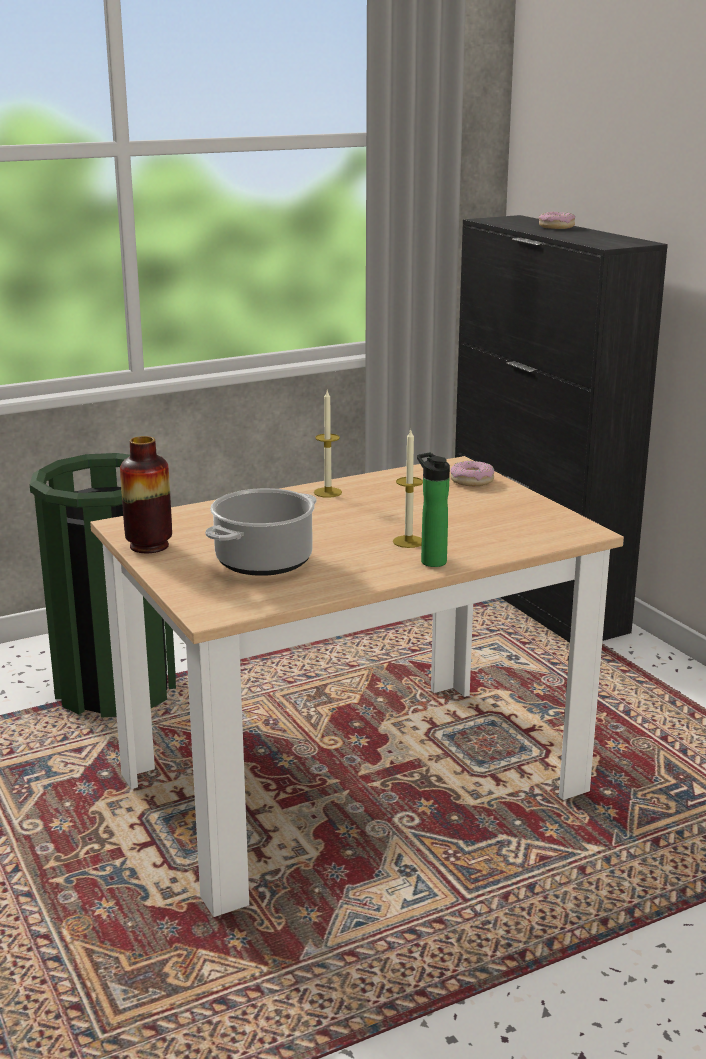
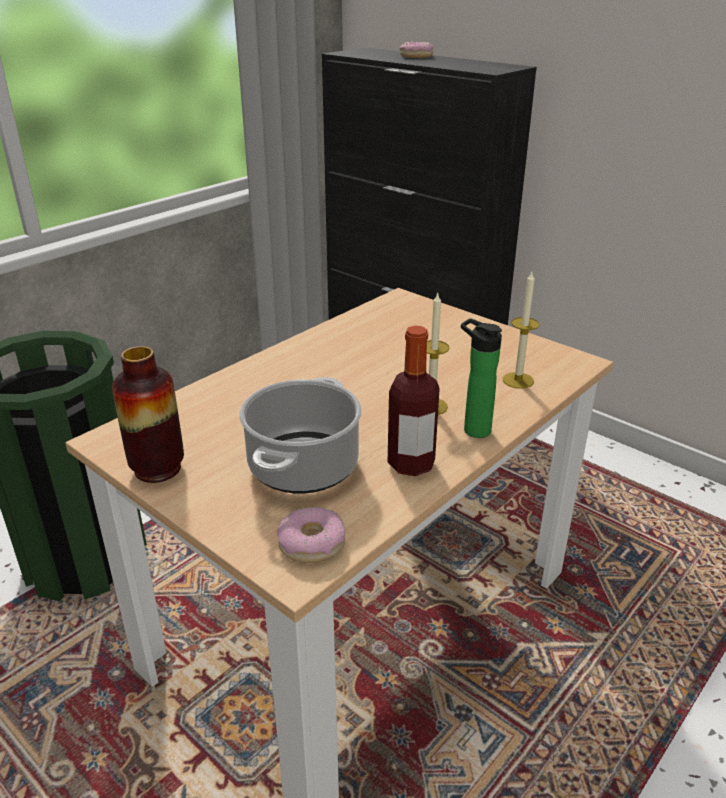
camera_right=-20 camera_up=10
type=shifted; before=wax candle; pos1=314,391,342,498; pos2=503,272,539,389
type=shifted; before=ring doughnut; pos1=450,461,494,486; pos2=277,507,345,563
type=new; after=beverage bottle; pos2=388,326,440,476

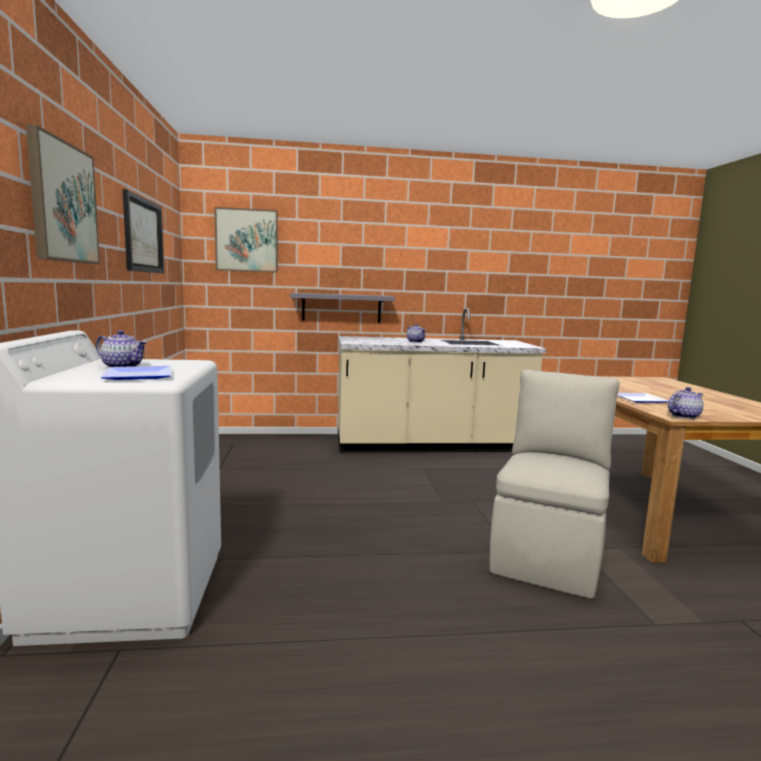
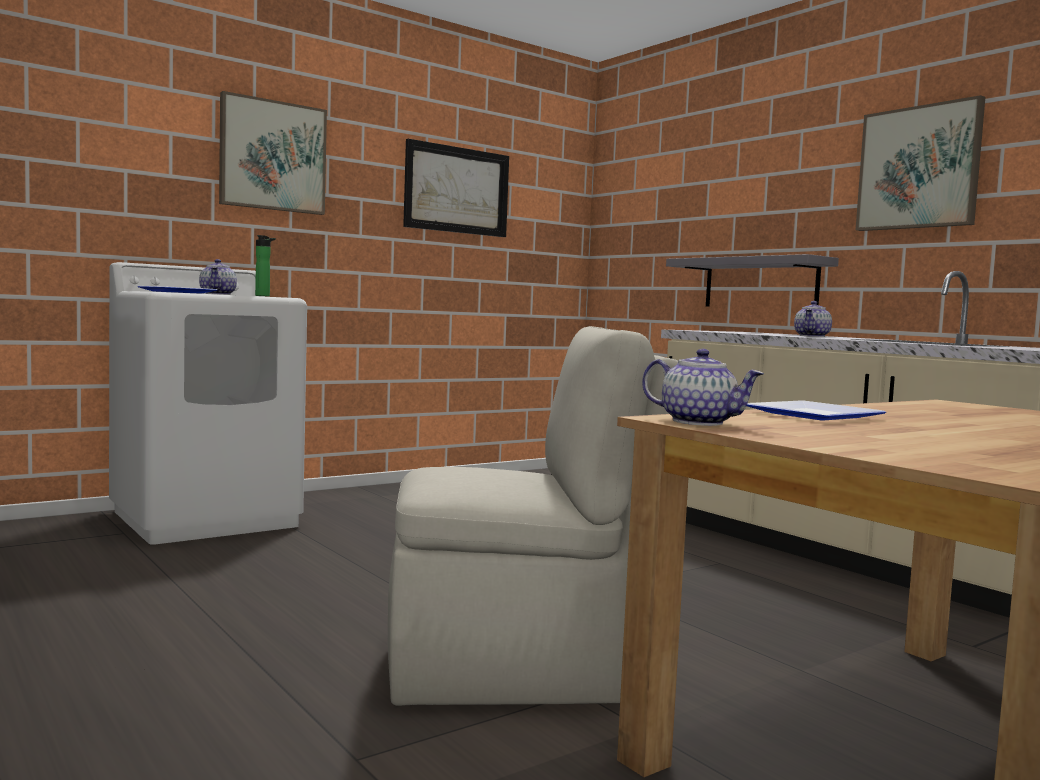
camera_right=60 camera_up=-5
type=shifted; before=wall art; pos1=214,207,278,273; pos2=856,95,985,231
type=new; after=beverage bottle; pos2=255,235,276,296

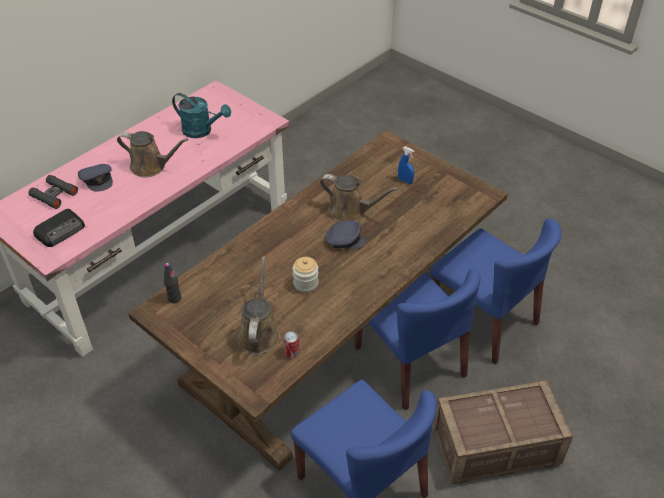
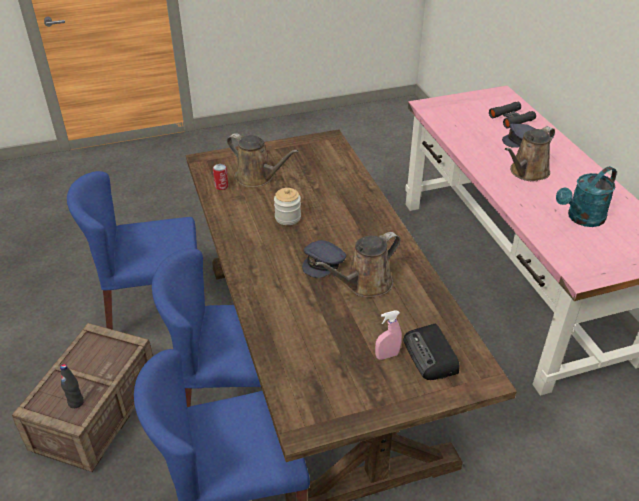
camera_right=120 camera_up=-5
type=repainted; before=blue-coloured hand sprayer; after=pink-coloured hand sprayer; pos1=398,147,414,184; pos2=375,310,402,360
type=shifted; before=radio receiver; pos1=33,209,85,247; pos2=403,324,459,380
type=shifted; before=black-coloured beverage bottle; pos1=164,263,181,303; pos2=60,364,84,408

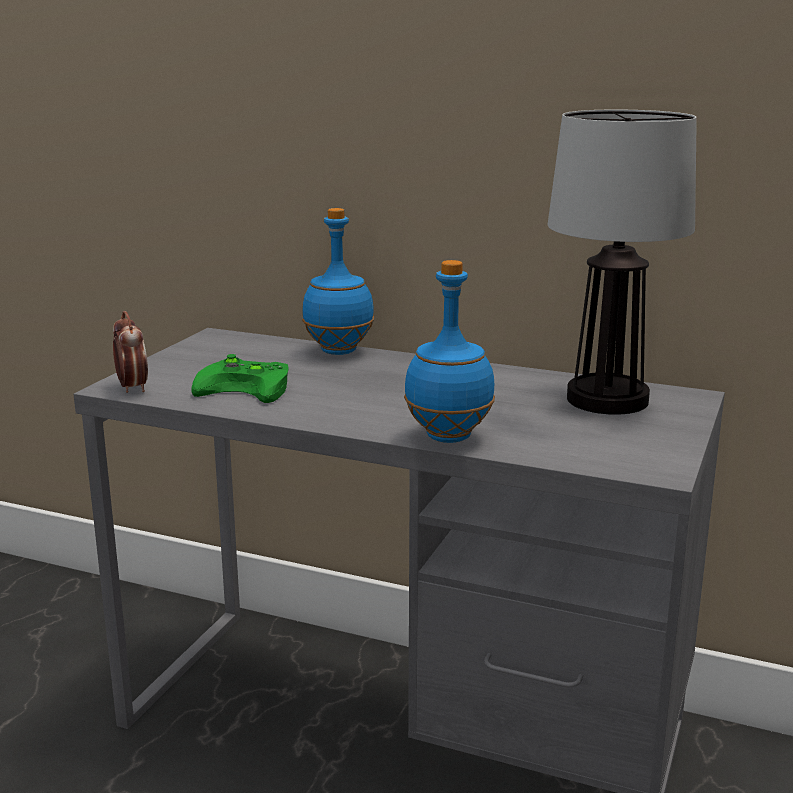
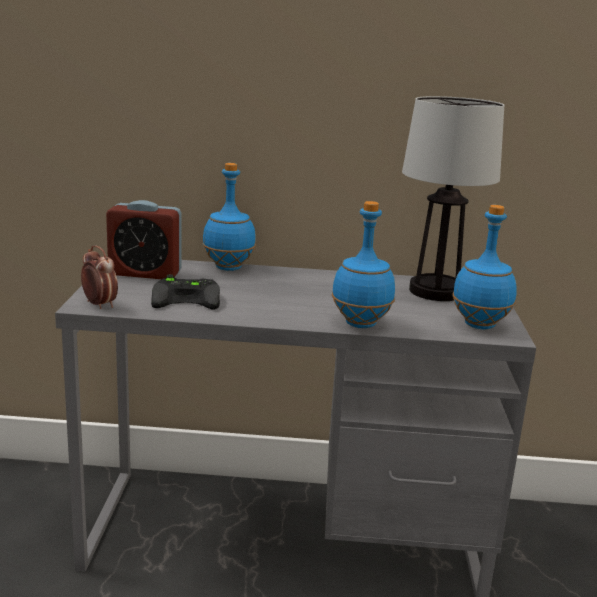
camera_right=-20 camera_up=0
type=repainted; before=green gamepad; after=black-coloured gamepad; pos1=191,354,288,403; pos2=151,274,220,310
type=new; after=table clock; pos2=106,200,181,279
type=new; after=blue-coloured beverage bottle; pos2=453,205,517,329

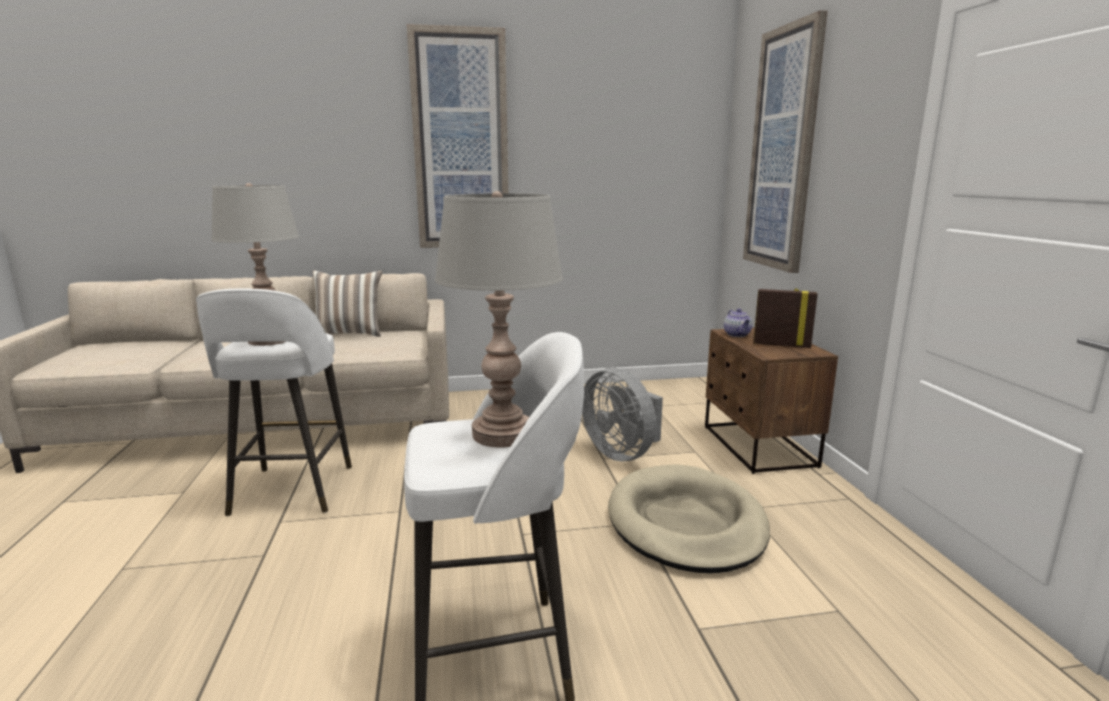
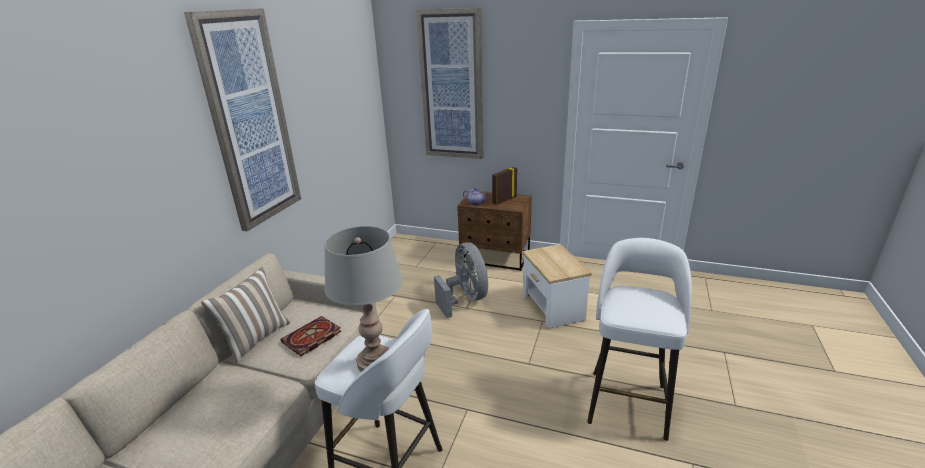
camera_right=-60 camera_up=10
type=gone; before=gray table lamp; pos1=435,191,563,448
type=rotated; before=gray fan; pos1=582,368,663,461; pos2=434,242,488,318; turn=-105
type=swapped; before=beige-coloured dog bed; after=end table; pos1=608,464,770,573; pos2=523,244,592,328
type=new; after=book; pos2=281,316,342,356

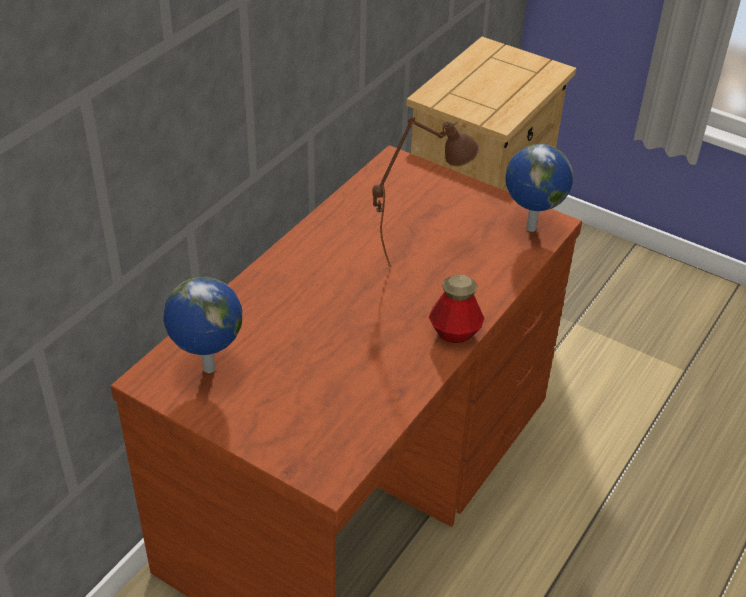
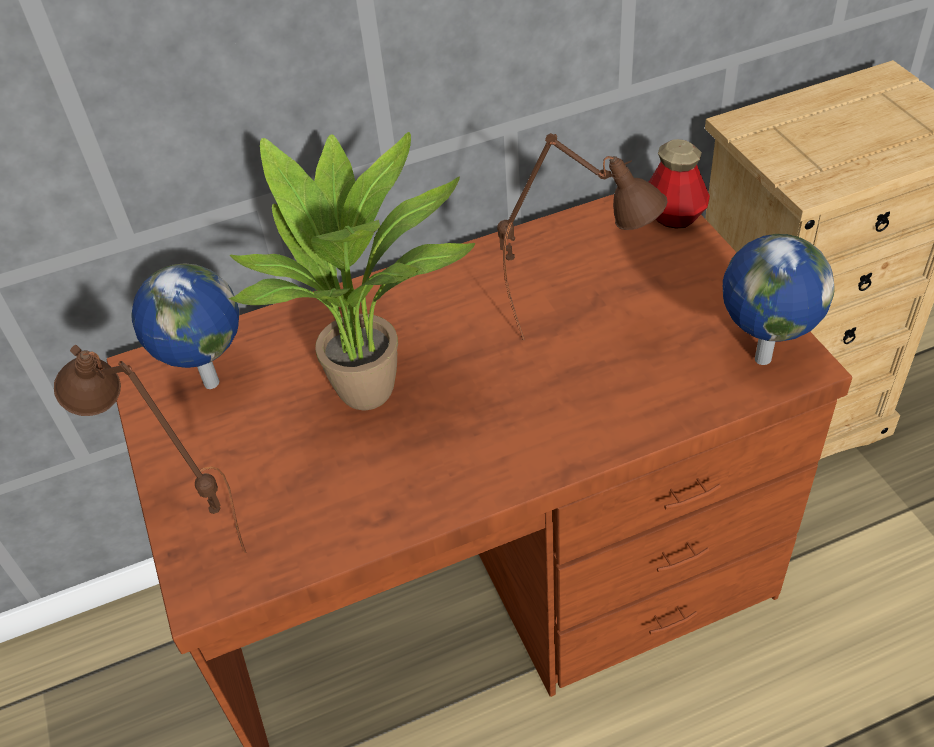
camera_right=40 camera_up=5
type=shifted; before=beverage bottle; pos1=429,274,485,343; pos2=649,139,710,228
type=new; after=potted plant; pos2=229,132,475,410
type=new; after=brown table lamp; pos2=54,345,246,553

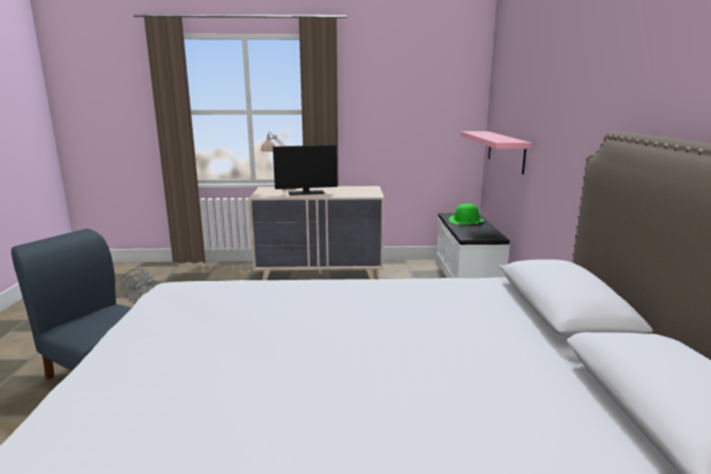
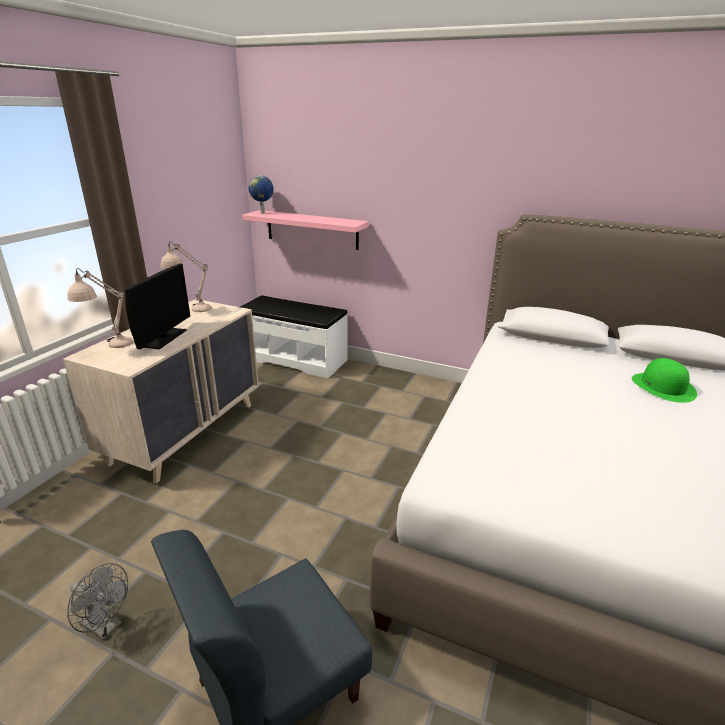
camera_right=-65 camera_up=10
type=shifted; before=green clothing hat; pos1=449,203,485,225; pos2=632,358,697,403
type=new; after=world globe; pos2=248,175,274,214
type=new; after=beige-coloured table lamp; pos2=160,241,212,312

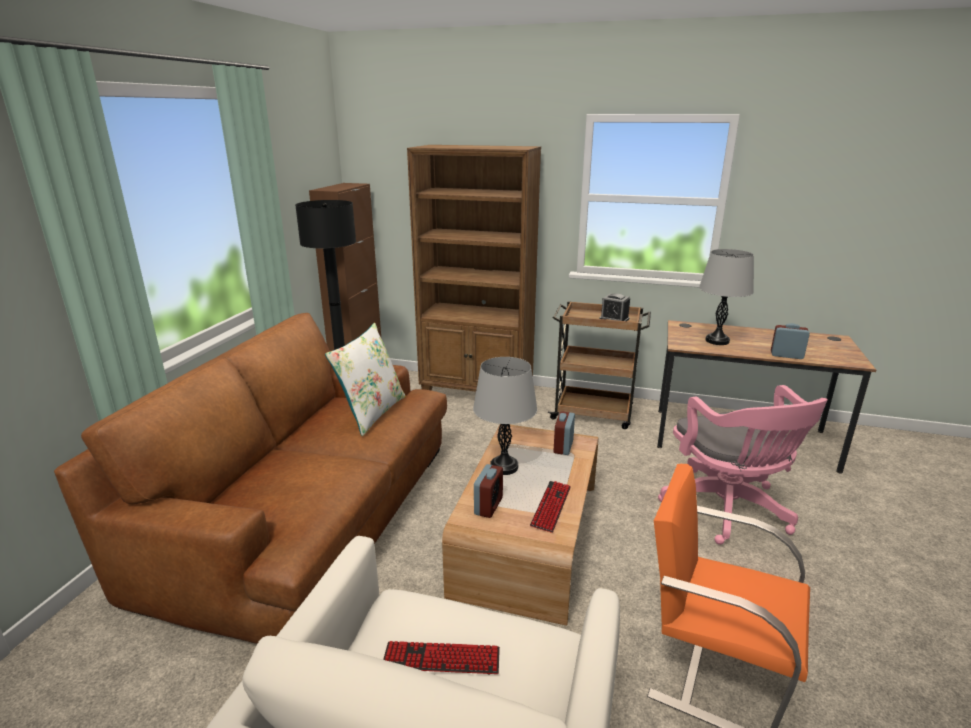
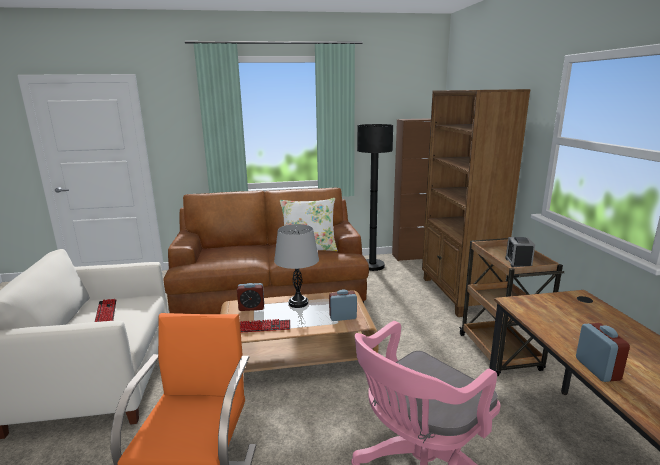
camera_right=65 camera_up=-5
type=gone; before=gray table lamp; pos1=699,249,754,345

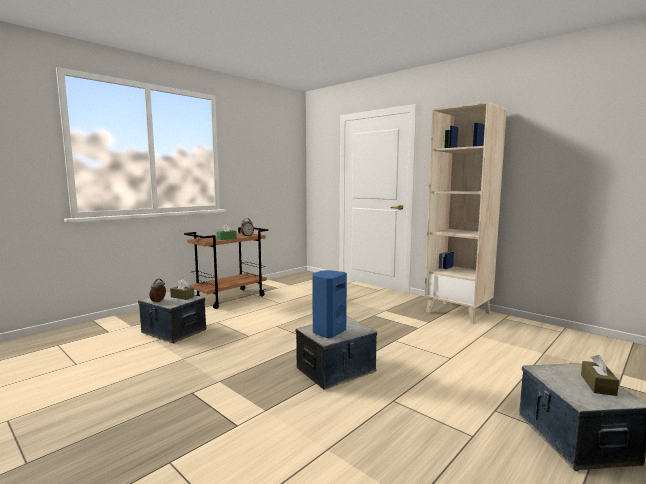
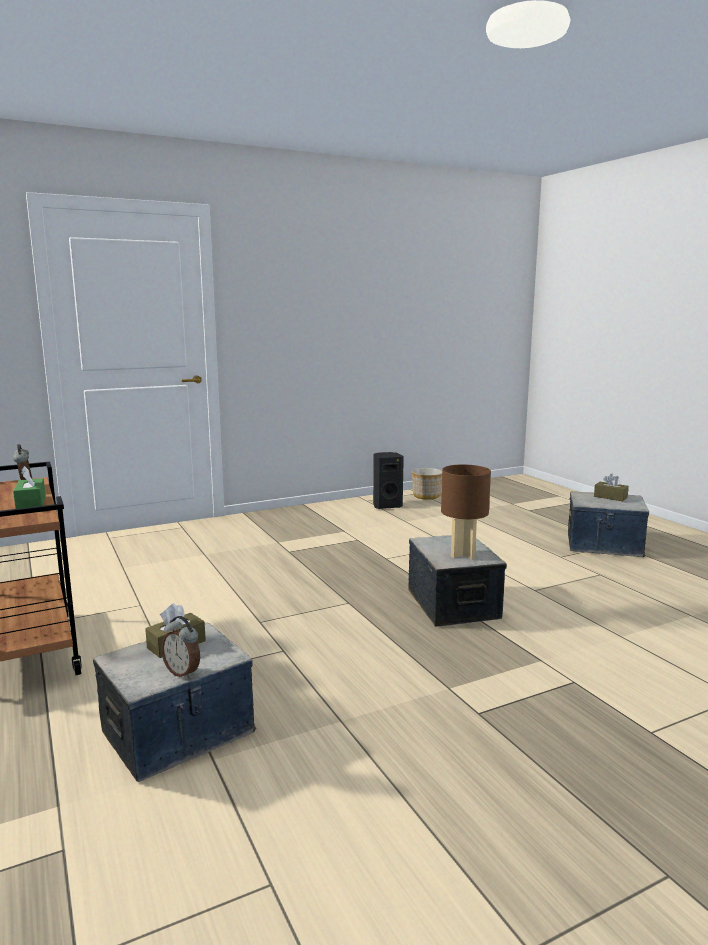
camera_right=-70 camera_up=5
type=gone; before=beige-coloured bookcase; pos1=424,101,507,324
type=swapped; before=blue-coloured audio speaker; after=brown table lamp; pos1=312,270,347,338; pos2=441,464,491,559
type=new; after=black-coloured audio speaker; pos2=373,452,404,509
type=new; after=flower pot; pos2=412,468,442,500

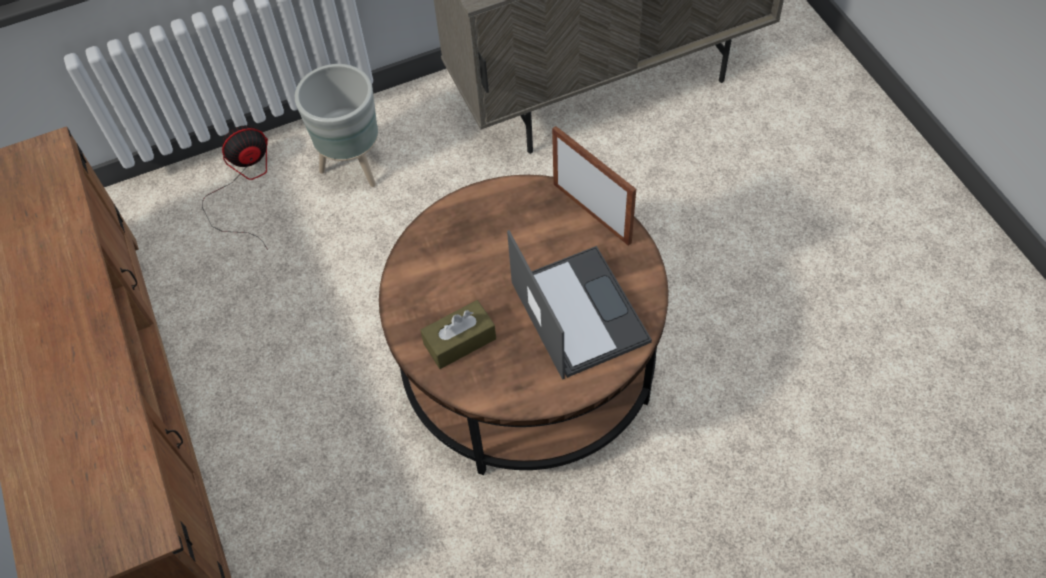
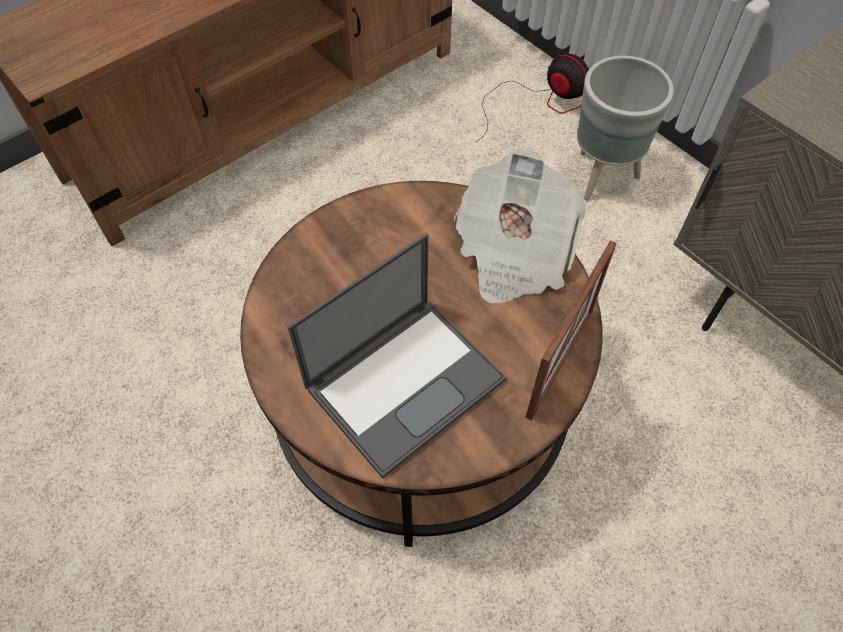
camera_right=70 camera_up=0
type=gone; before=brown tissue box; pos1=420,300,496,369
type=new; after=daily paper; pos2=454,150,586,303

